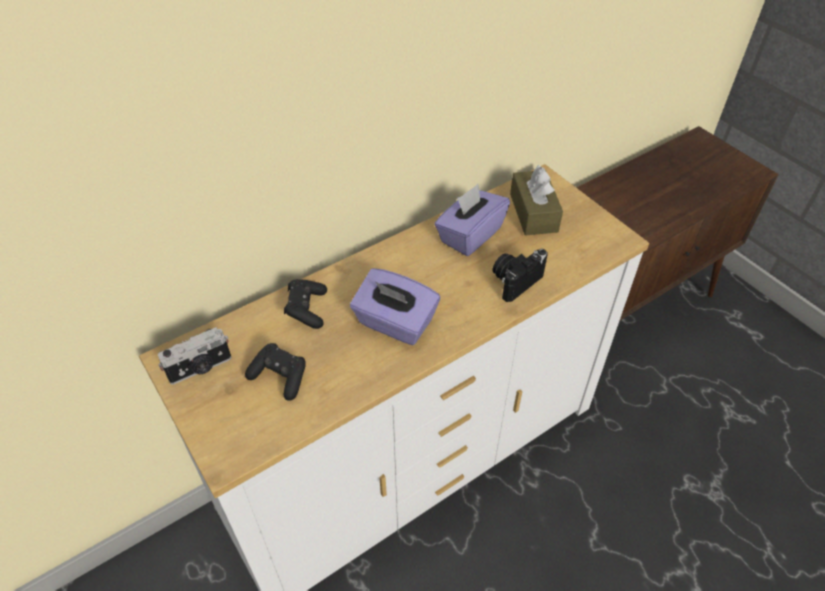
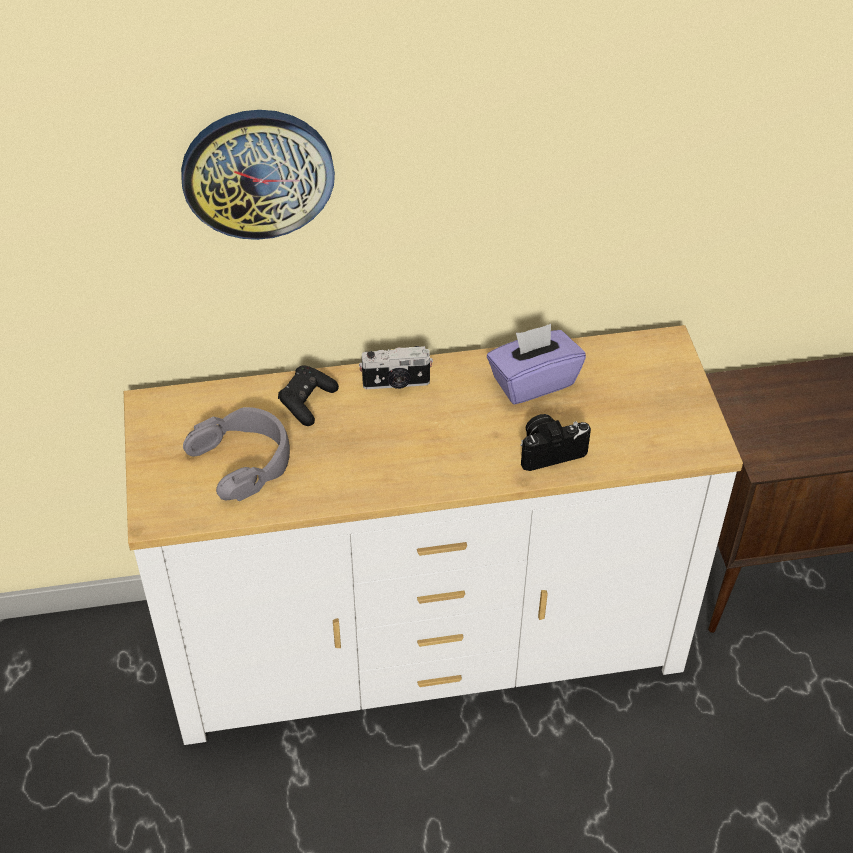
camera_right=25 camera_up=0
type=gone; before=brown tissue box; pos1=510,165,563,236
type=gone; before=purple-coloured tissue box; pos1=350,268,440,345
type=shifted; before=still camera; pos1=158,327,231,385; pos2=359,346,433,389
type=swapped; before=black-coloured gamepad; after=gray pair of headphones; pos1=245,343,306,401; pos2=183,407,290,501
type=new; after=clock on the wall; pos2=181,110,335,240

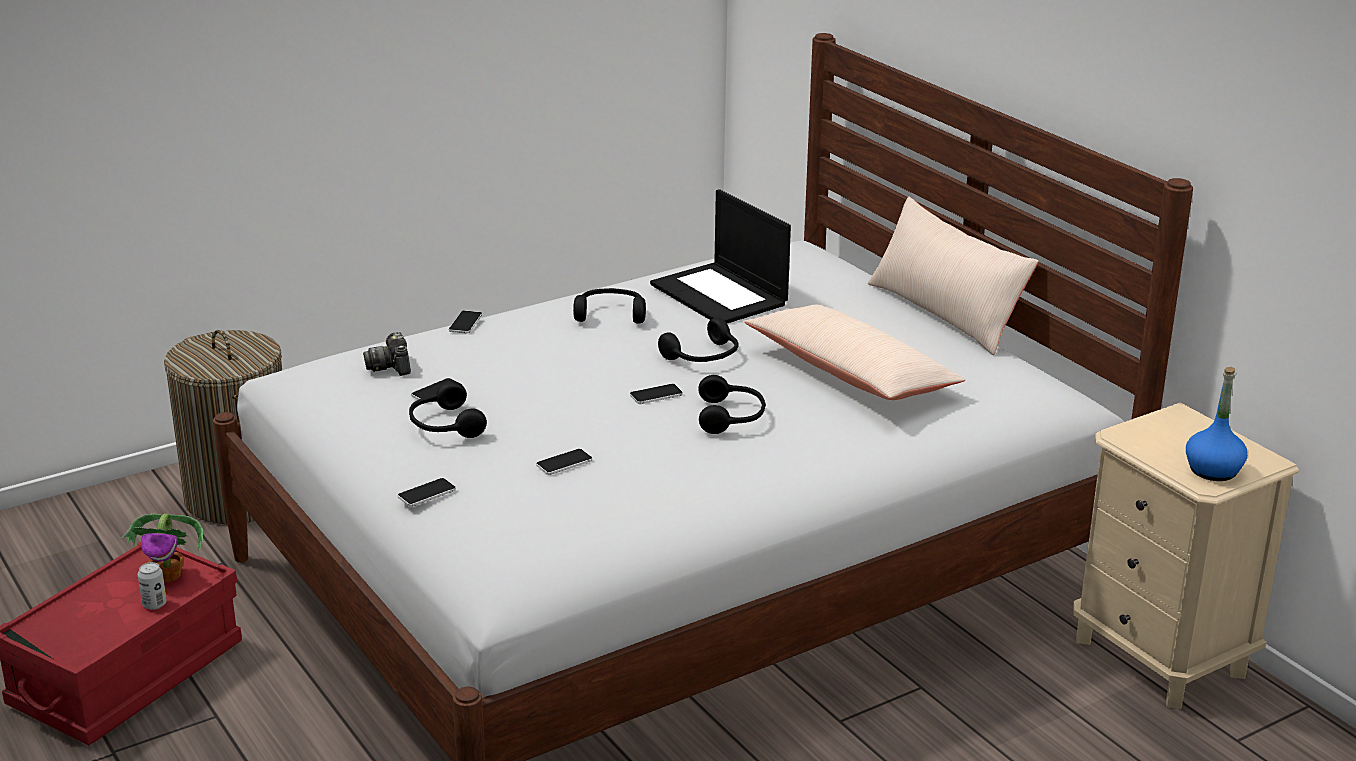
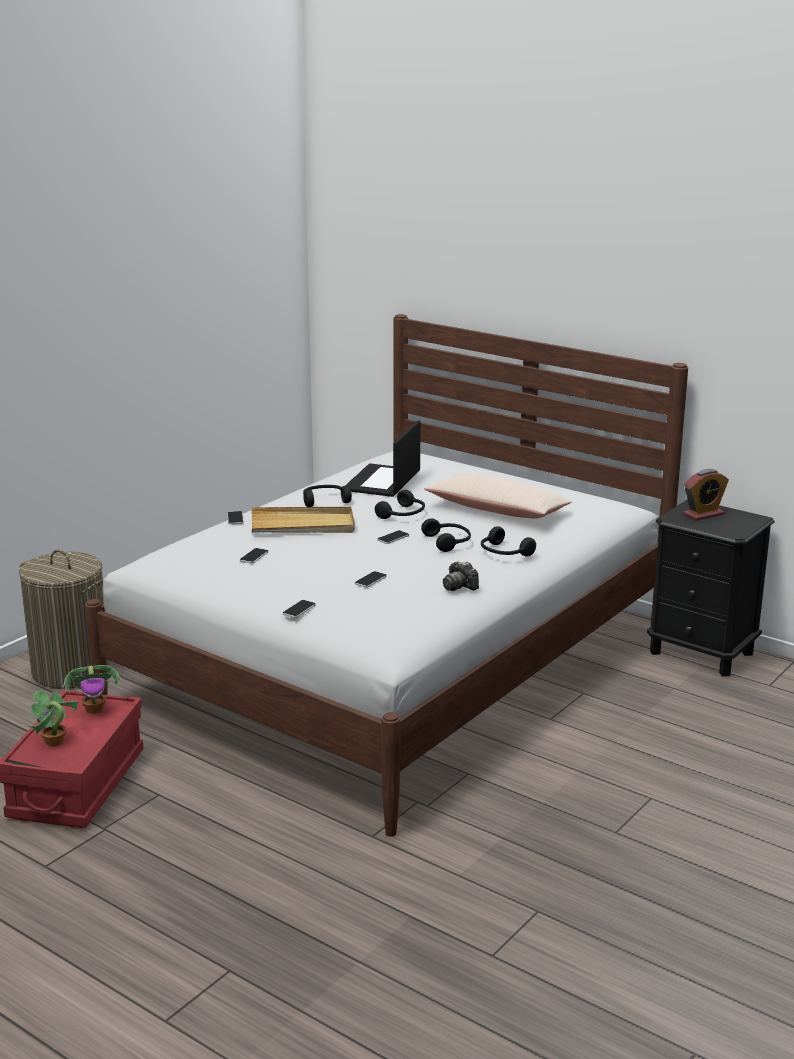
camera_right=-20 camera_up=-5
type=rotated; before=portable computer; pos1=650,189,791,323; pos2=345,420,421,497; turn=75
type=gone; before=beige-coloured throw pillow; pos1=868,196,1039,355
type=shifted; before=still camera; pos1=363,332,411,376; pos2=443,561,479,591
type=gone; before=blue-coloured beverage bottle; pos1=1186,367,1248,481
type=shifted; before=black-coloured pair of headphones; pos1=409,381,487,438; pos2=481,526,536,557
type=repainted; before=beige-coloured nightstand; after=black-coloured nightstand; pos1=1073,403,1299,709; pos2=647,499,775,677
type=gone; before=can; pos1=138,562,167,610
type=new; after=table clock; pos2=683,469,729,521
type=new; after=beige-coloured carrying tray; pos2=251,507,355,533
type=new; after=potted plant; pos2=27,690,78,746

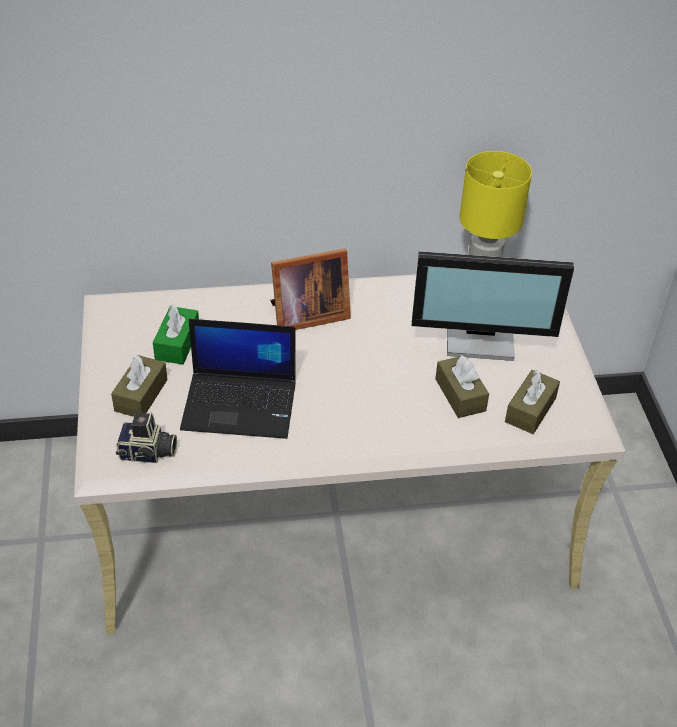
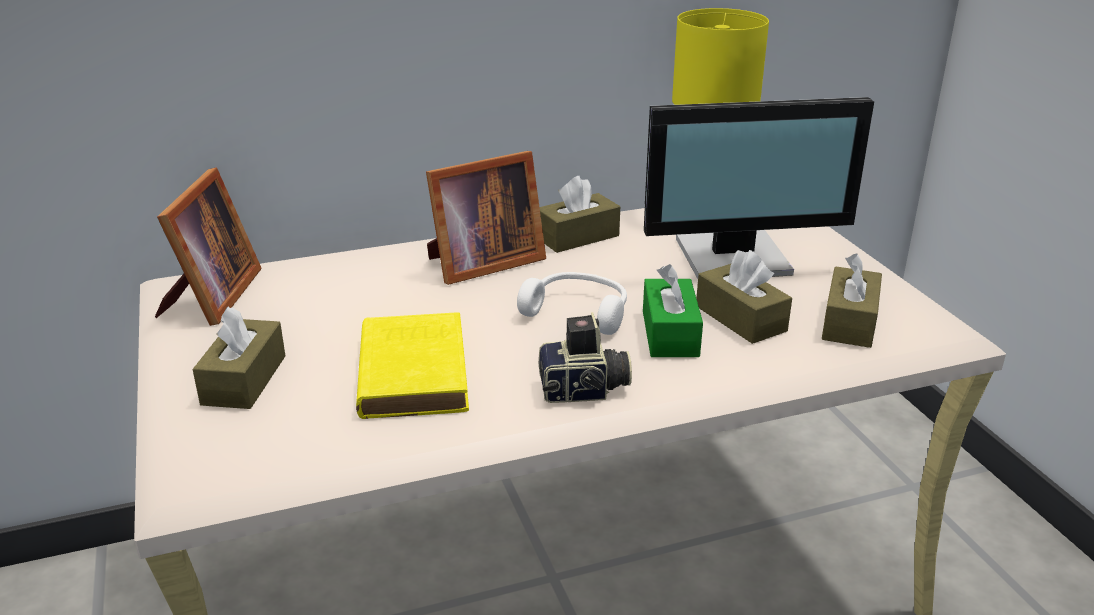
camera_right=-10 camera_up=-15
type=shifted; before=green tissue box; pos1=153,305,199,365; pos2=643,264,703,357
type=swapped; before=portable computer; after=yellow-coloured book; pos1=180,319,296,439; pos2=356,312,469,419
type=shifted; before=still camera; pos1=116,412,177,463; pos2=539,312,632,403
type=new; after=picture frame; pos2=155,167,262,326
type=new; after=brown tissue box; pos2=540,176,620,253
type=new; after=white pair of headphones; pos2=517,272,627,335

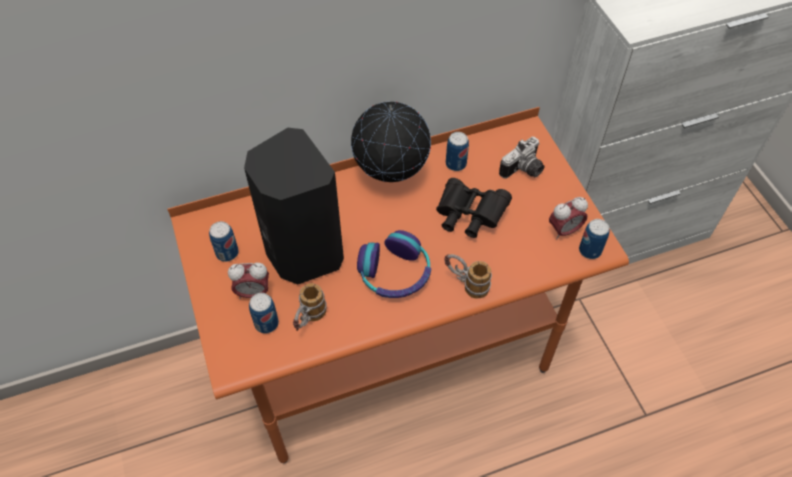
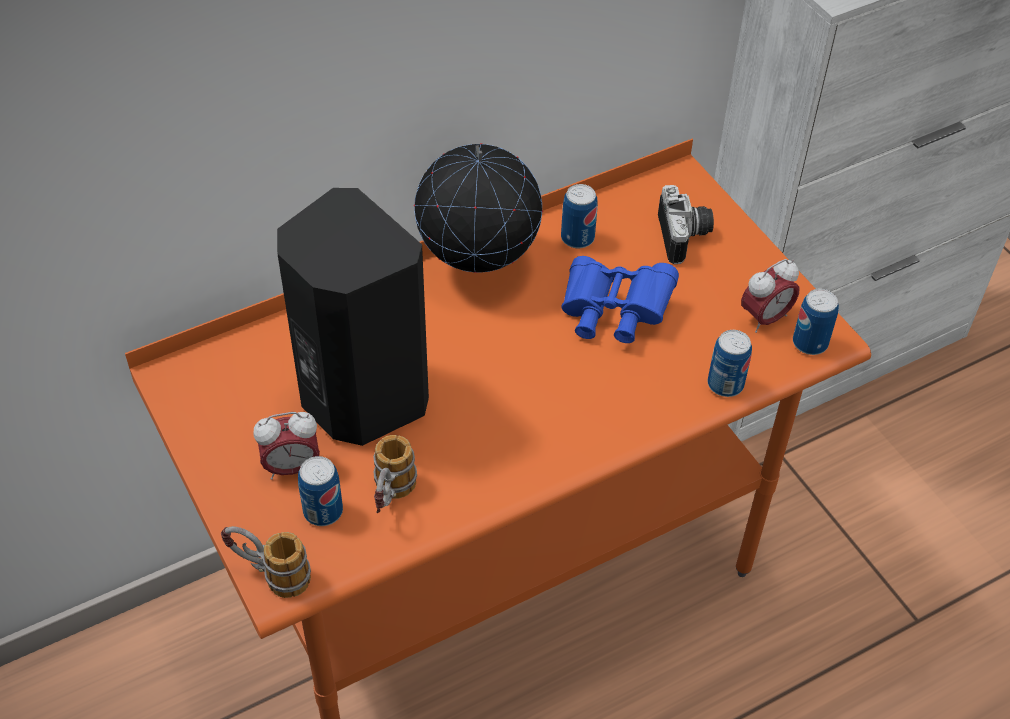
camera_right=-10 camera_up=-5
type=rotated; before=still camera; pos1=499,137,544,179; pos2=658,185,714,264; turn=-45
type=repainted; before=black-coloured pair of binoculars; after=blue-coloured pair of binoculars; pos1=436,178,512,238; pos2=561,256,679,343
type=shifted; before=can; pos1=209,221,239,262; pos2=708,330,752,397
type=gone; before=pair of headphones; pos1=357,230,431,298
type=shifted; before=mug; pos1=444,254,492,298; pos2=221,526,311,598

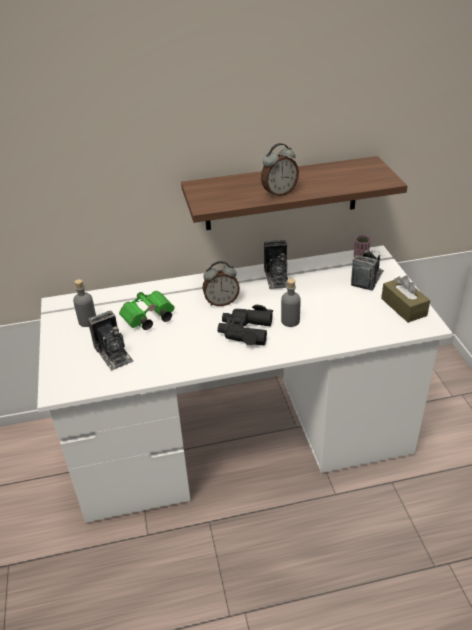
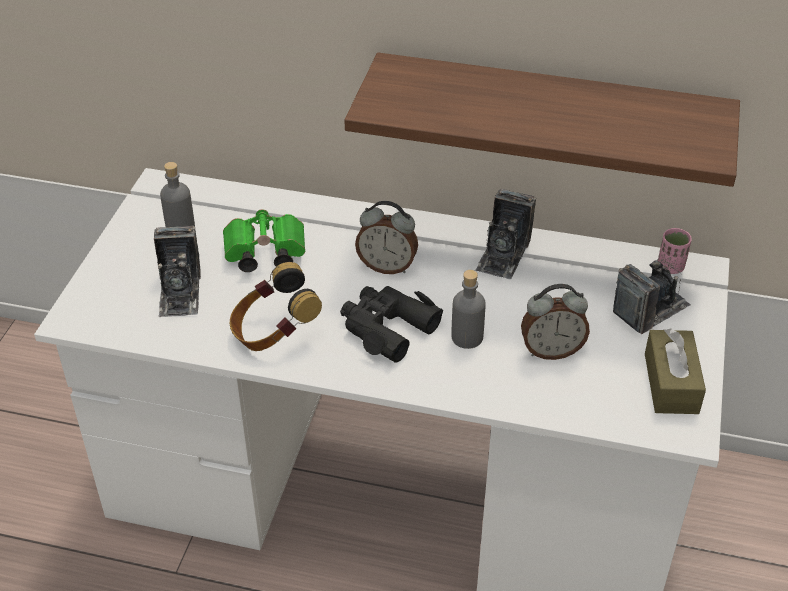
camera_right=25 camera_up=5
type=shifted; before=table clock; pos1=261,143,299,197; pos2=521,284,590,360
type=new; after=pair of headphones; pos2=230,262,322,351

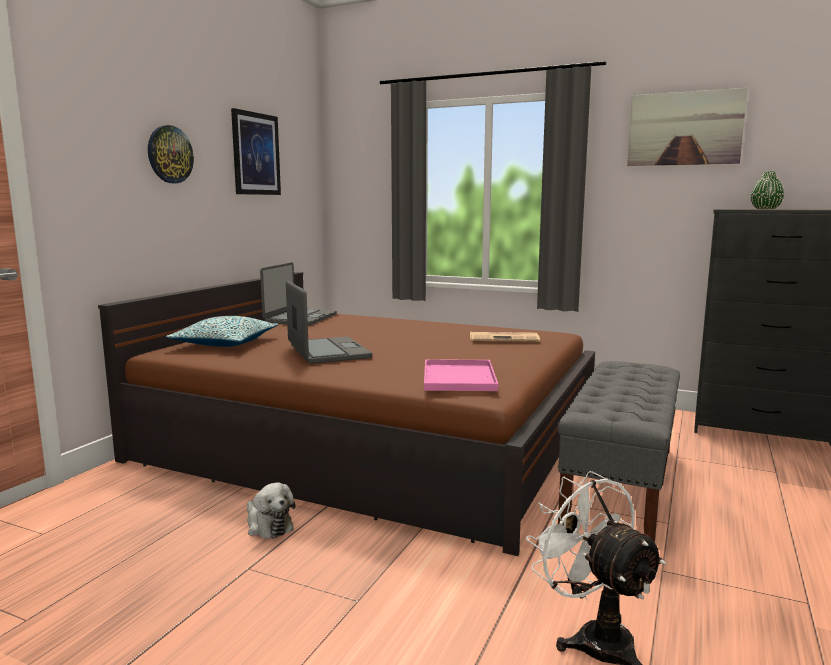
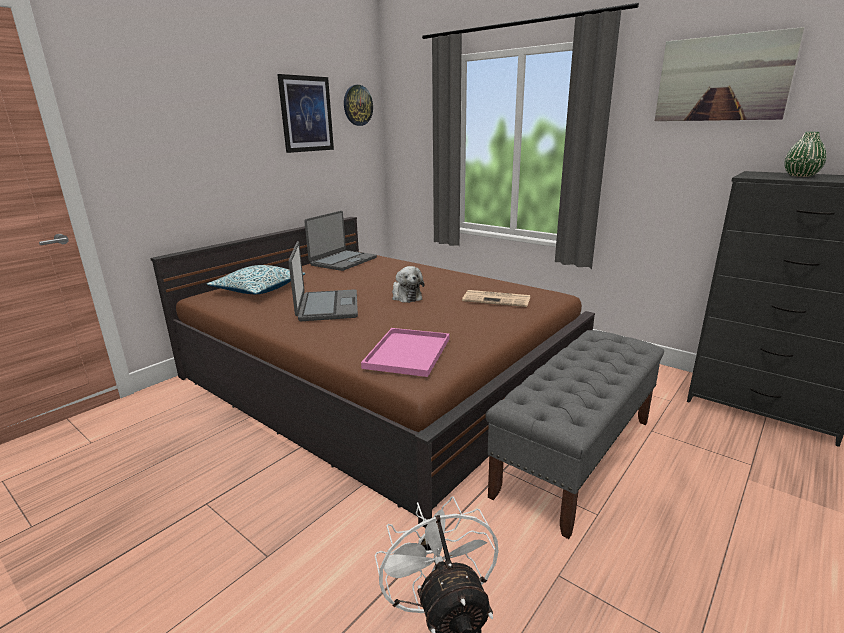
camera_right=15 camera_up=10
type=shifted; before=clock on the wall; pos1=148,125,194,183; pos2=344,85,373,126
type=shifted; before=soft toy; pos1=247,483,295,539; pos2=392,266,424,303

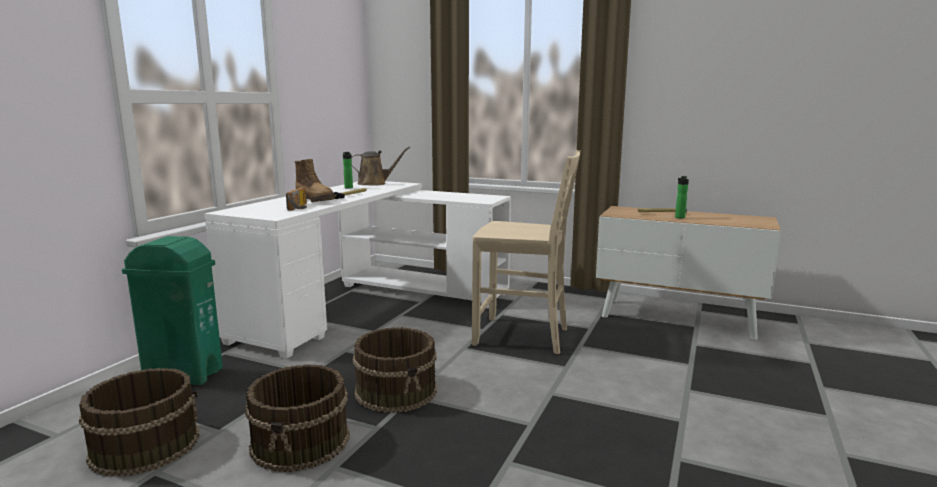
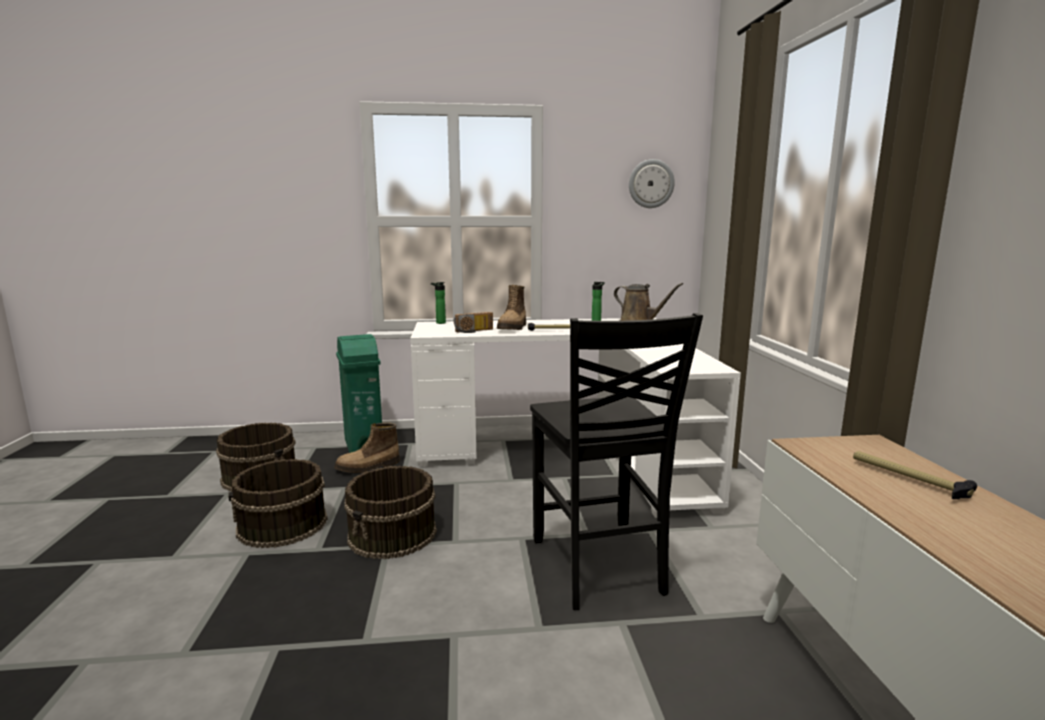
camera_right=60 camera_up=0
type=repainted; before=beige-coloured upright chair; after=black-coloured upright chair; pos1=472,150,581,354; pos2=530,313,703,610
type=shifted; before=beverage bottle; pos1=675,176,689,218; pos2=431,282,446,324
type=new; after=clock on the wall; pos2=629,159,675,208
type=new; after=high-top boot; pos2=334,423,400,473

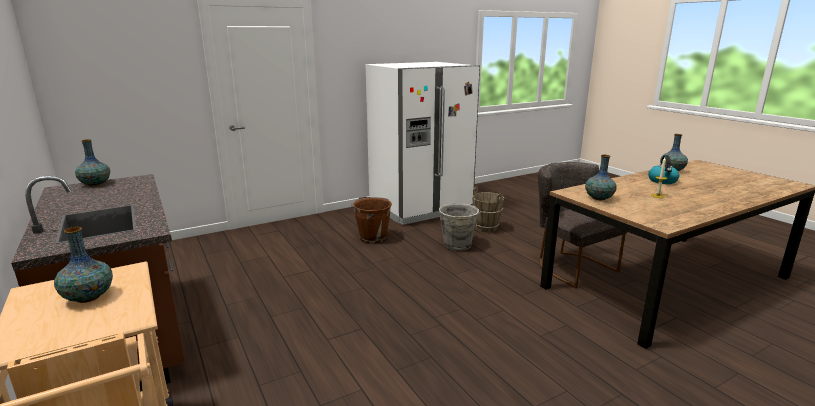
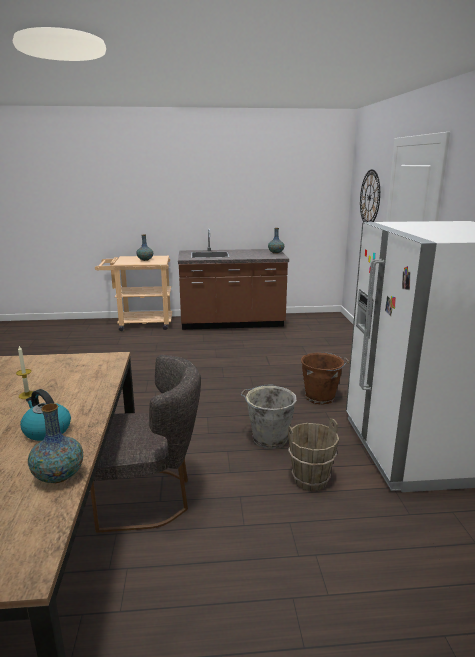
camera_right=115 camera_up=0
type=gone; before=decorative vase; pos1=585,155,617,200
type=new; after=clock on the wall; pos2=360,169,380,222

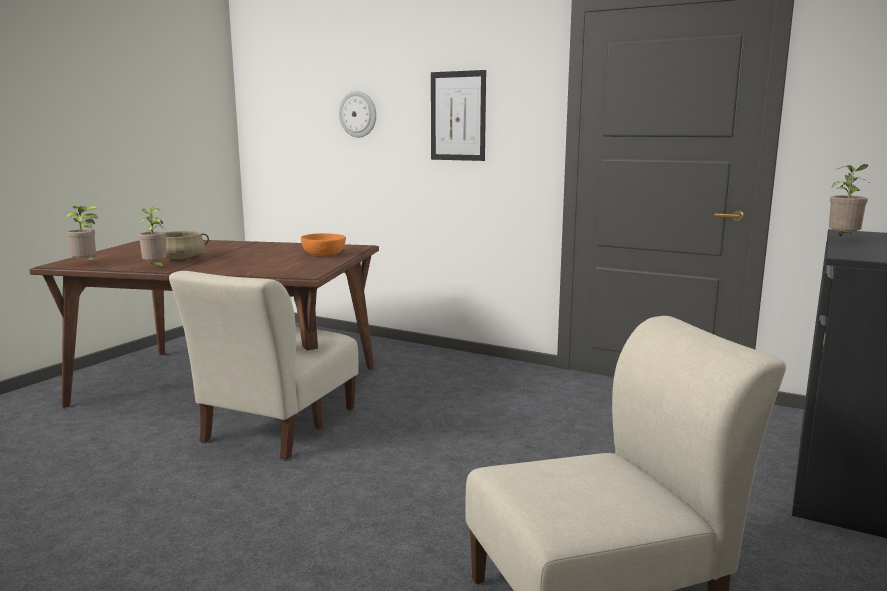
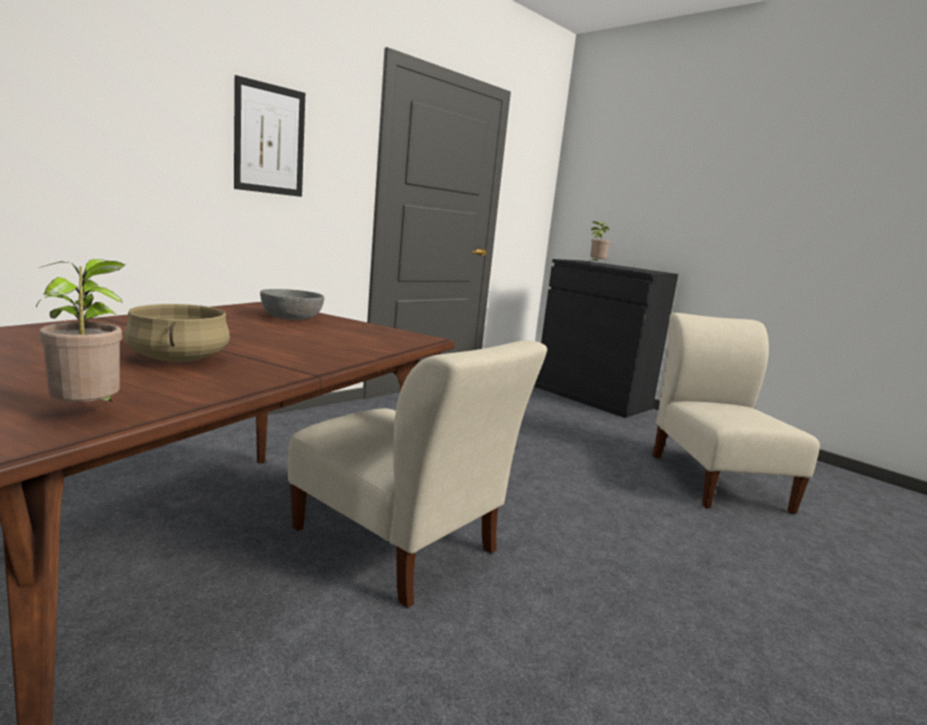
camera_right=-75 camera_up=0
type=gone; before=clock on the wall; pos1=339,91,376,138
type=gone; before=potted plant; pos1=138,208,167,269
type=repainted; before=orange bowl; after=gray bowl; pos1=301,233,346,256; pos2=260,289,324,320

